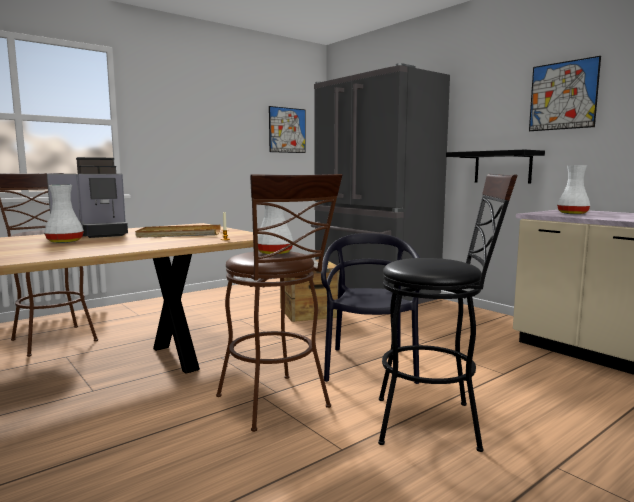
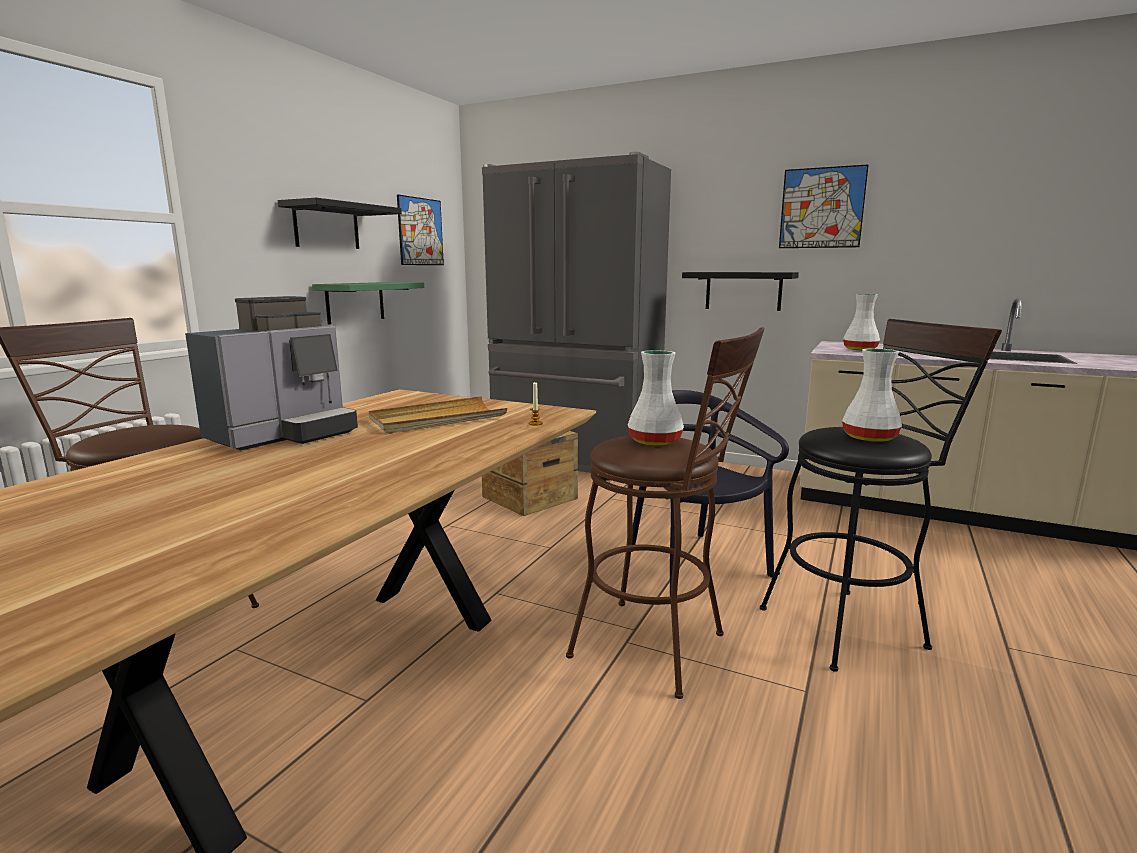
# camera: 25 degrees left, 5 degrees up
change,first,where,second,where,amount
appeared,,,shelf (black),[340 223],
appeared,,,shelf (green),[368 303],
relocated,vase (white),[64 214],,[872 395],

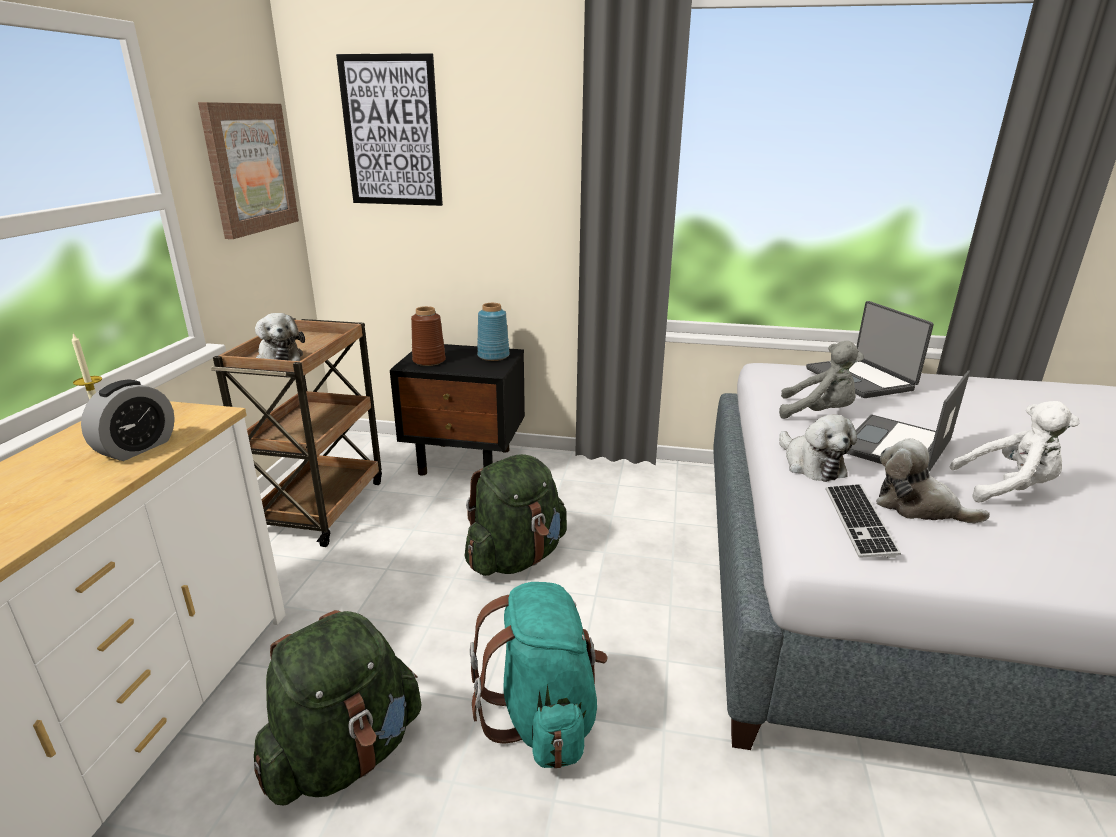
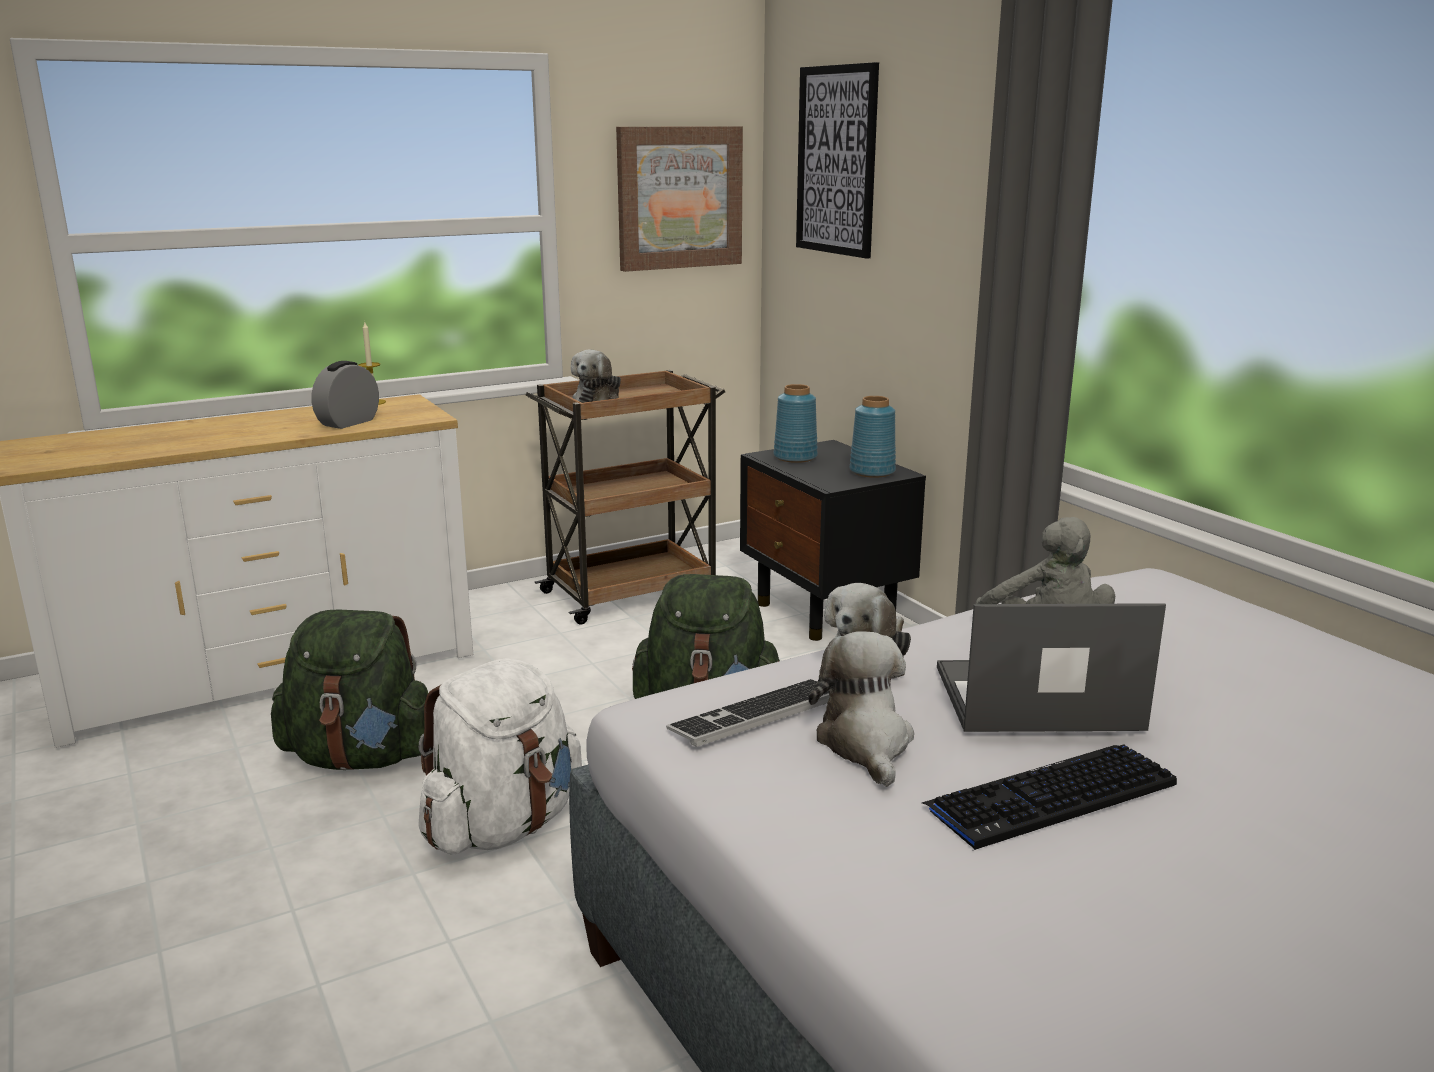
# camera: 50 degrees right, 5 degrees down
change,first,where,second,where,amount
spun,alarm clock,[128 420],,[345 395],135 degrees clockwise
colour,backpack (turquoise),[539 675],backpack (white),[500 756],
colour,vase (brown),[428 336],vase (blue),[796 423],
exchanged,plush toy (white),[1014 451],keyboard,[1049 797],
missing,laptop,[870 349],,,

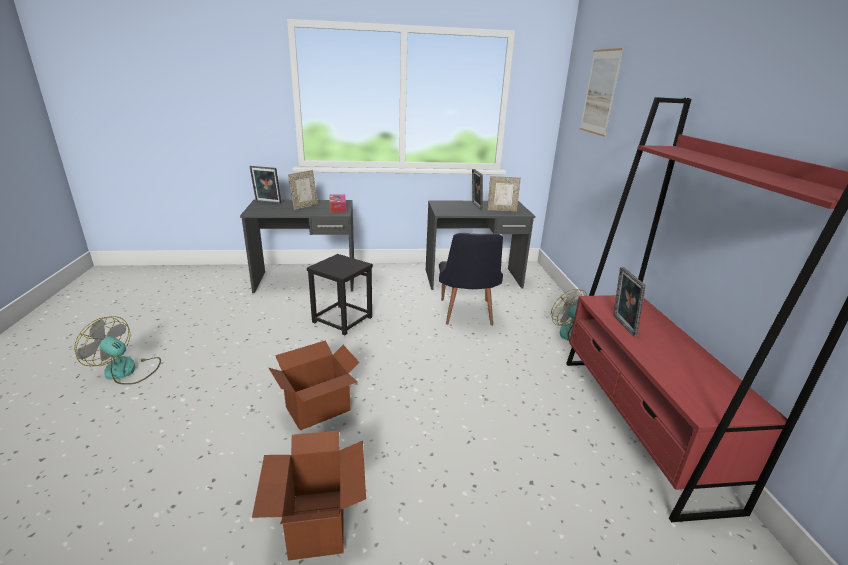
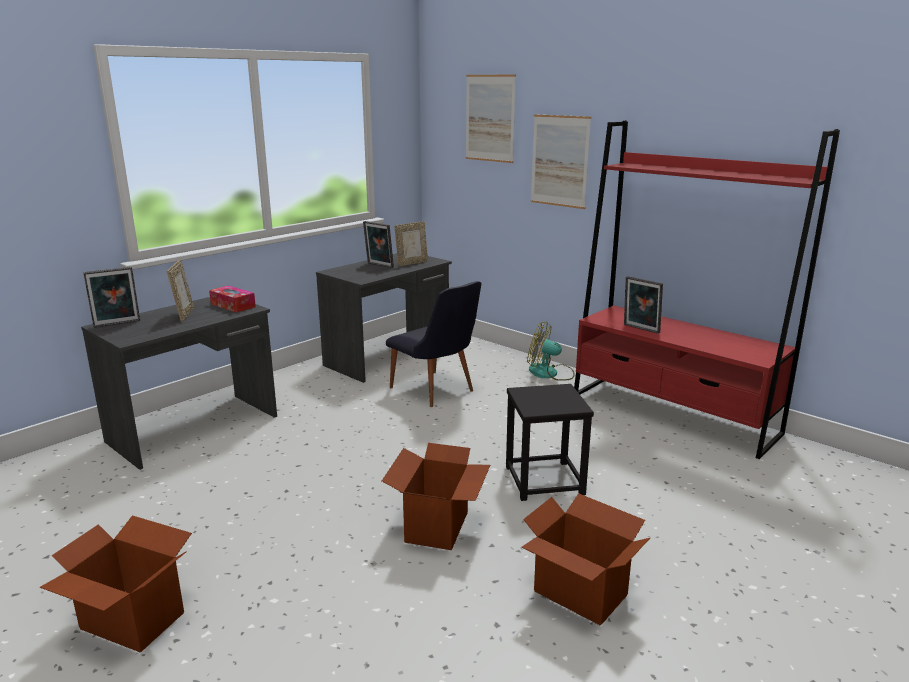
# camera: 40 degrees left, 5 degrees down
change,first,where,second,where,amount
exchanged,fan,[117 350],cardboard box,[116 584],
relocated,stool (black),[340 294],,[550 442],
appeared,,,picture,[561 161],

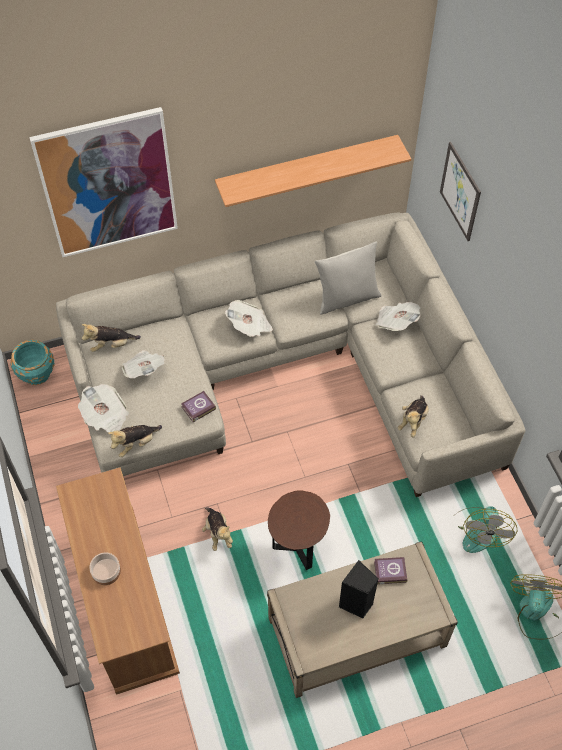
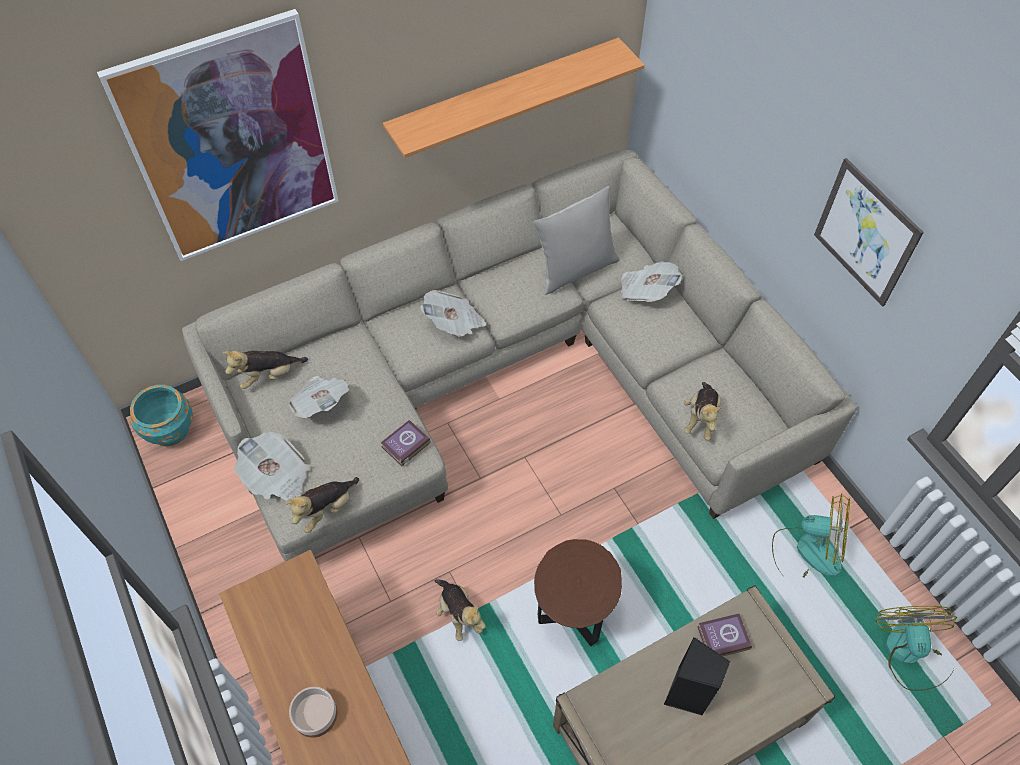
# camera: 10 degrees left, 0 degrees up
change,first,where,second,where,amount
spun,fan,[487 529],,[811 536],75 degrees counterclockwise
relocated,picture,[460 191],,[869 232],

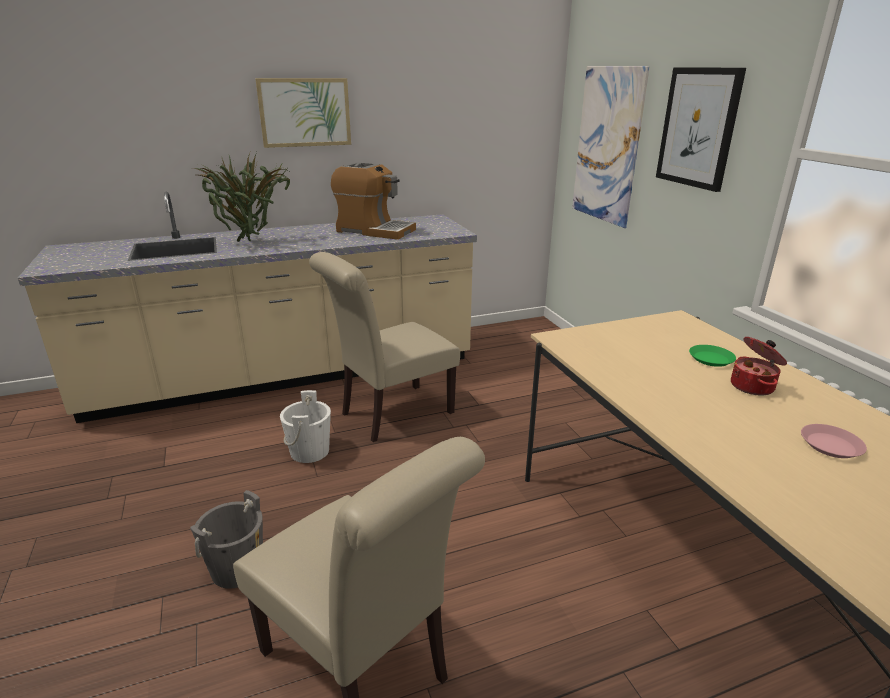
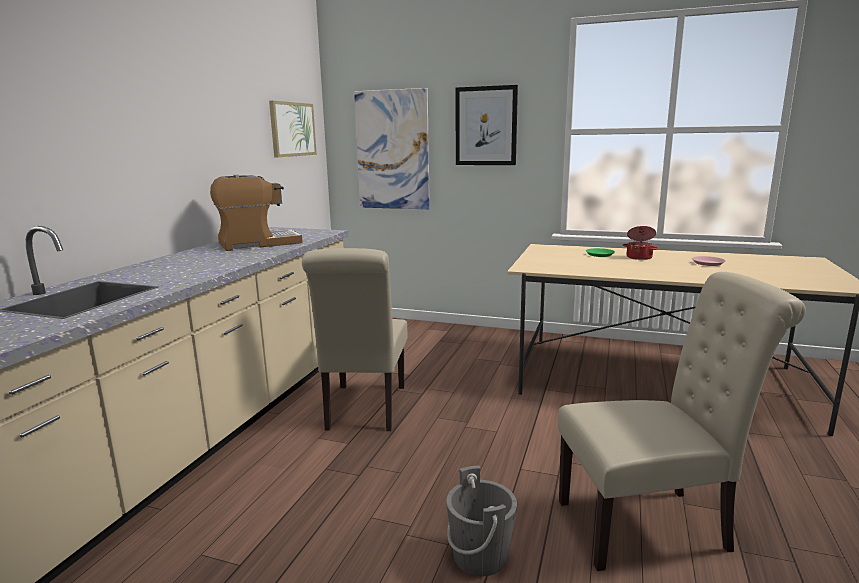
# camera: 50 degrees left, 10 degrees down
change,first,where,second,where,amount
relocated,picture,[303 113],,[293 129],
missing,potted plant,[241 196],,,
missing,bucket (white),[305 426],,,

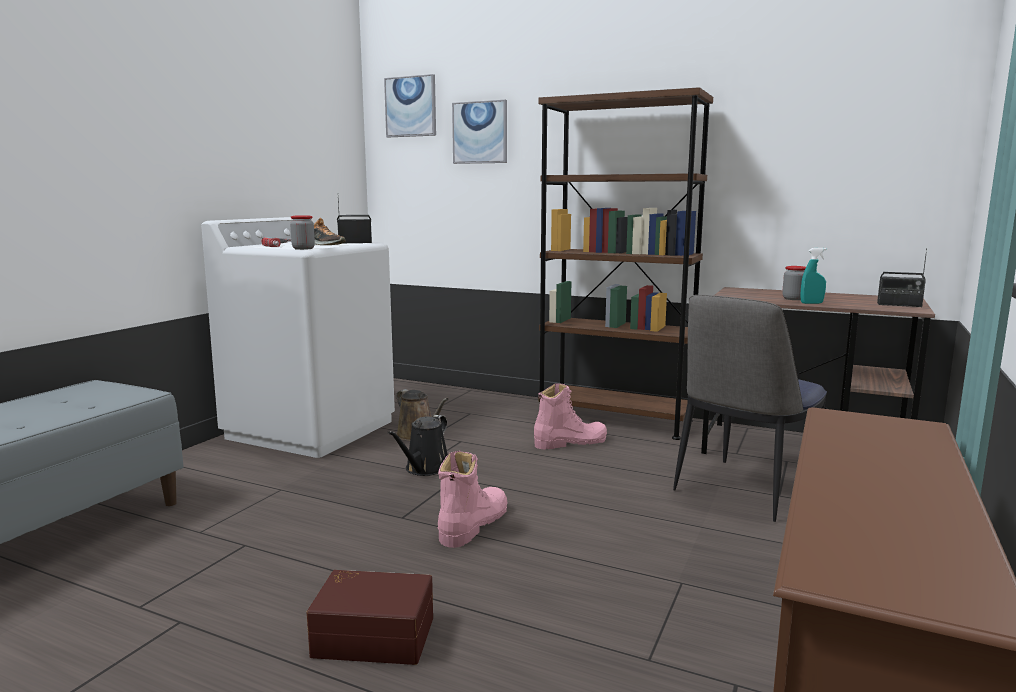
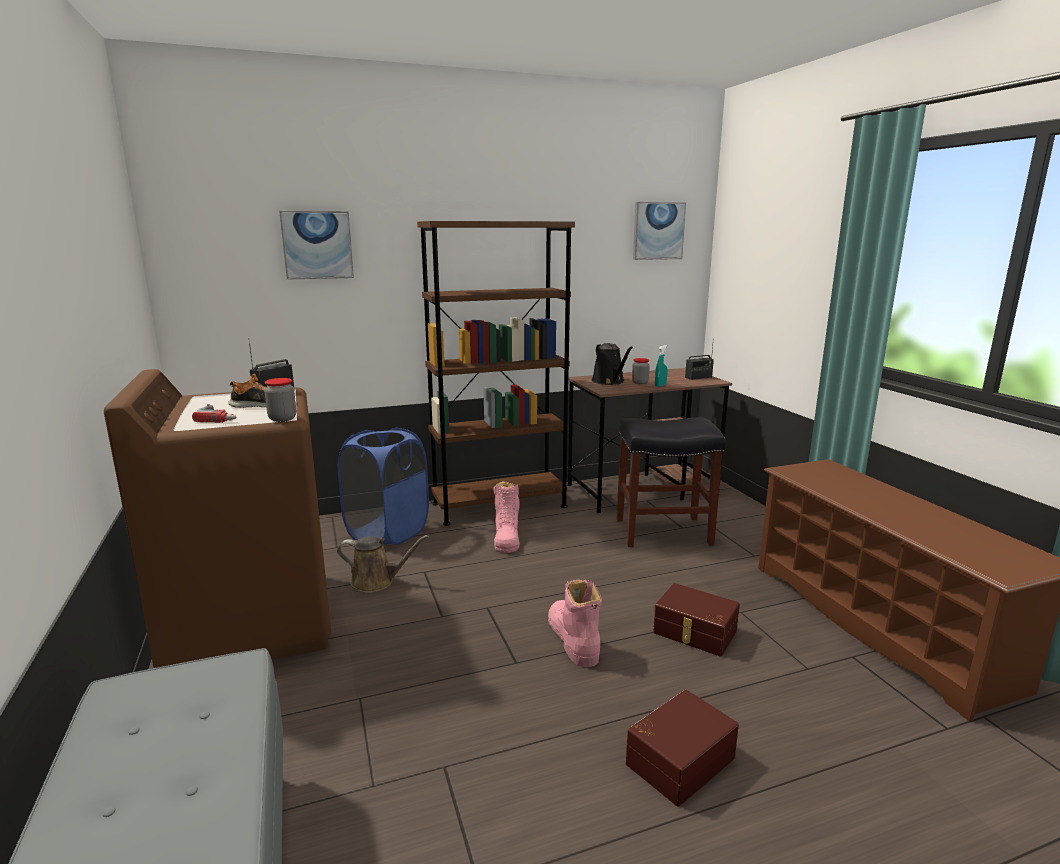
# camera: 45 degrees left, 5 degrees up
change,first,where,second,where,amount
colour,washing machine (white),[298 337],washing machine (brown),[218 518],
appeared,,,laundry basket (blue),[383 486],
spun,boot (pink),[570 416],,[506 517],150 degrees clockwise
relocated,watering can (black),[417 445],,[612 364],
exchanged,chair,[750 408],stool (black),[671 482],
relocated,picture,[410 105],,[659 231],
appeared,,,storage box (brown),[696 620],

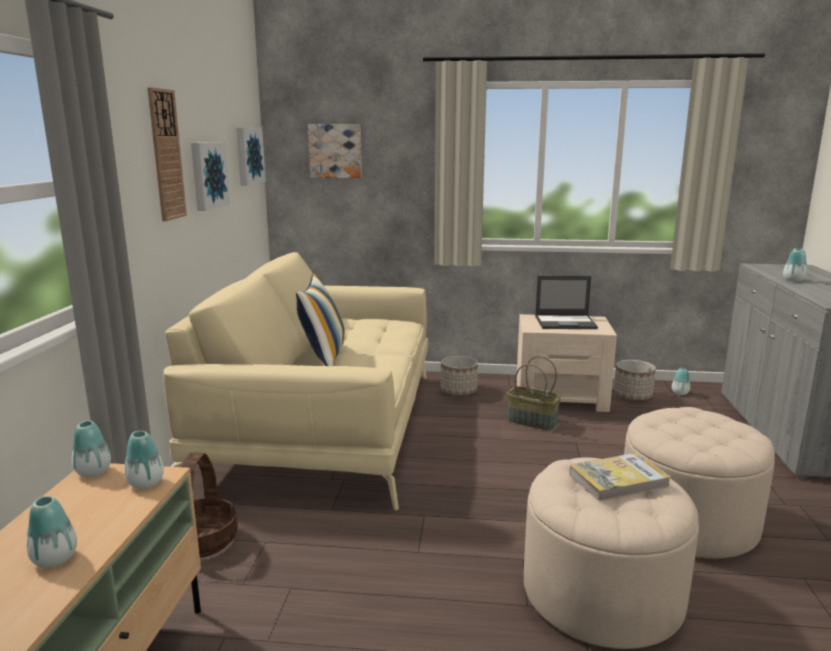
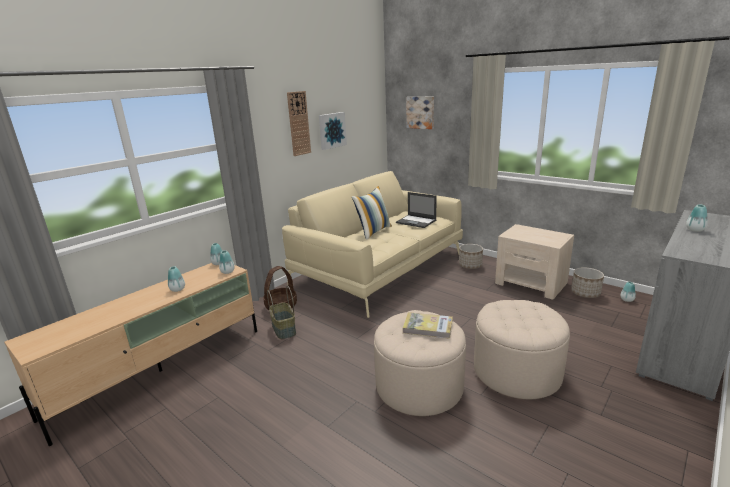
# camera: 35 degrees right, 5 degrees up
change,first,where,second,where,amount
relocated,basket,[534 393],,[281 312],
relocated,laptop,[566 302],,[416 210],
missing,picture,[251 156],,,

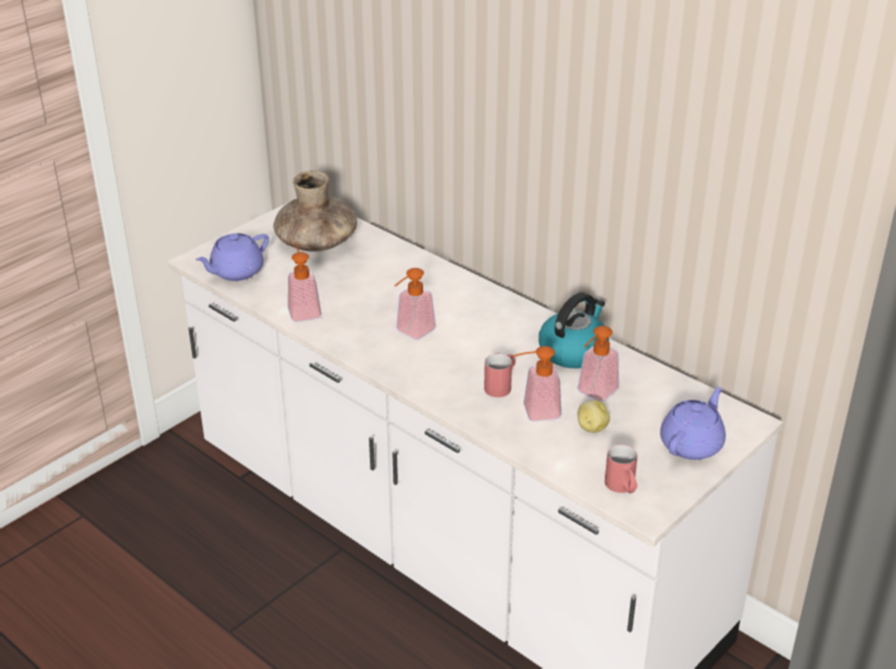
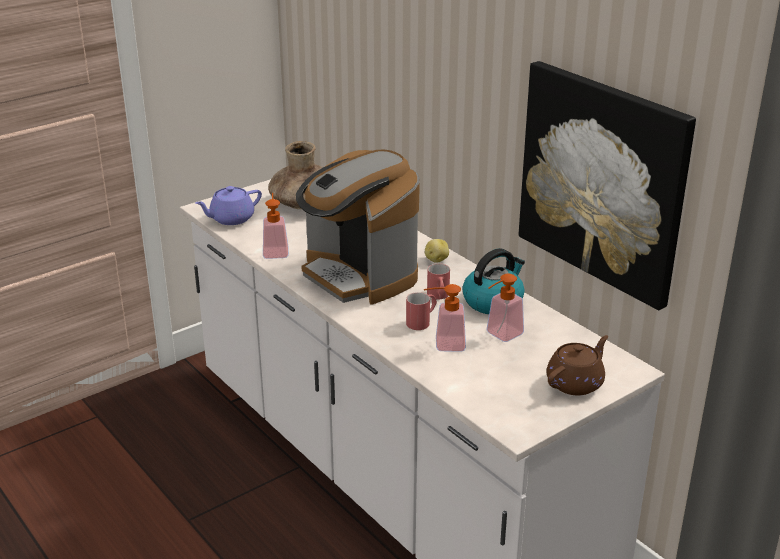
# camera: 10 degrees right, 5 degrees down
change,first,where,second,where,amount
exchanged,soap dispenser,[415 304],coffee machine,[358 227],
relocated,potato,[594 416],,[437 251],
relocated,mug (red),[621 469],,[438 281],
appeared,,,picture,[607 185],
colour,teapot (purple),[693 423],teapot (brown),[577 365],

